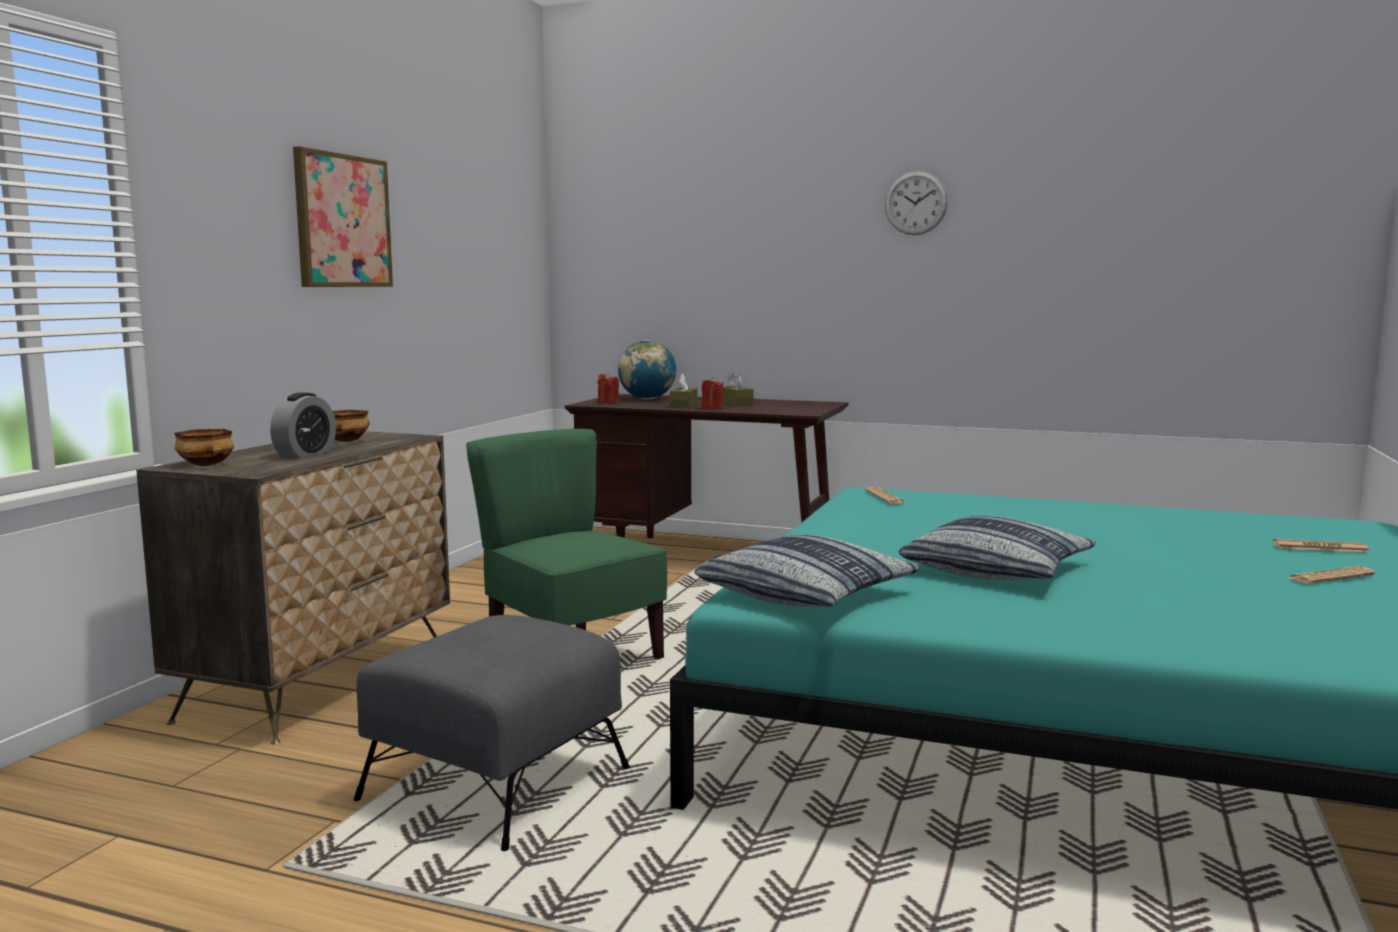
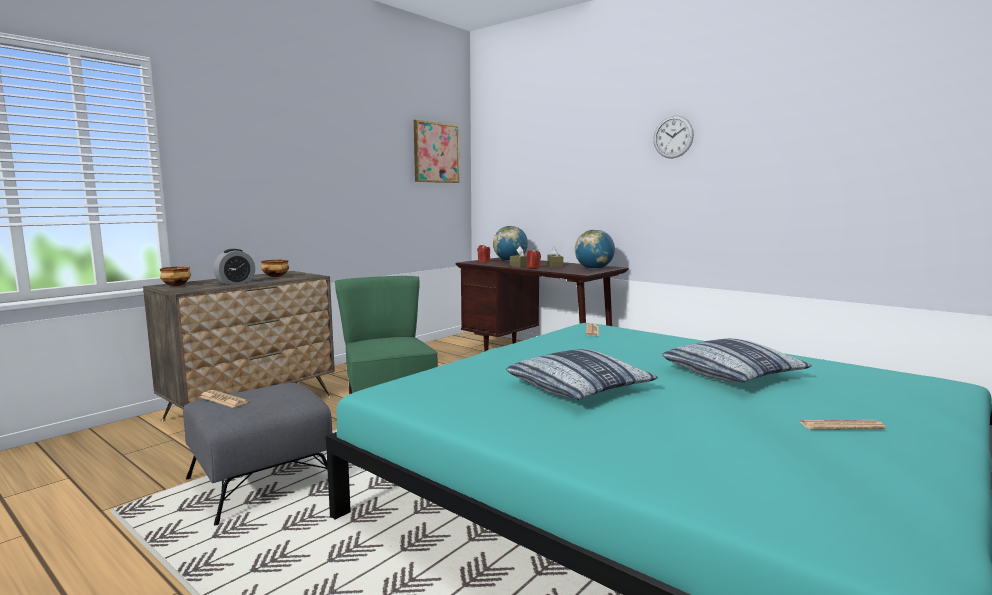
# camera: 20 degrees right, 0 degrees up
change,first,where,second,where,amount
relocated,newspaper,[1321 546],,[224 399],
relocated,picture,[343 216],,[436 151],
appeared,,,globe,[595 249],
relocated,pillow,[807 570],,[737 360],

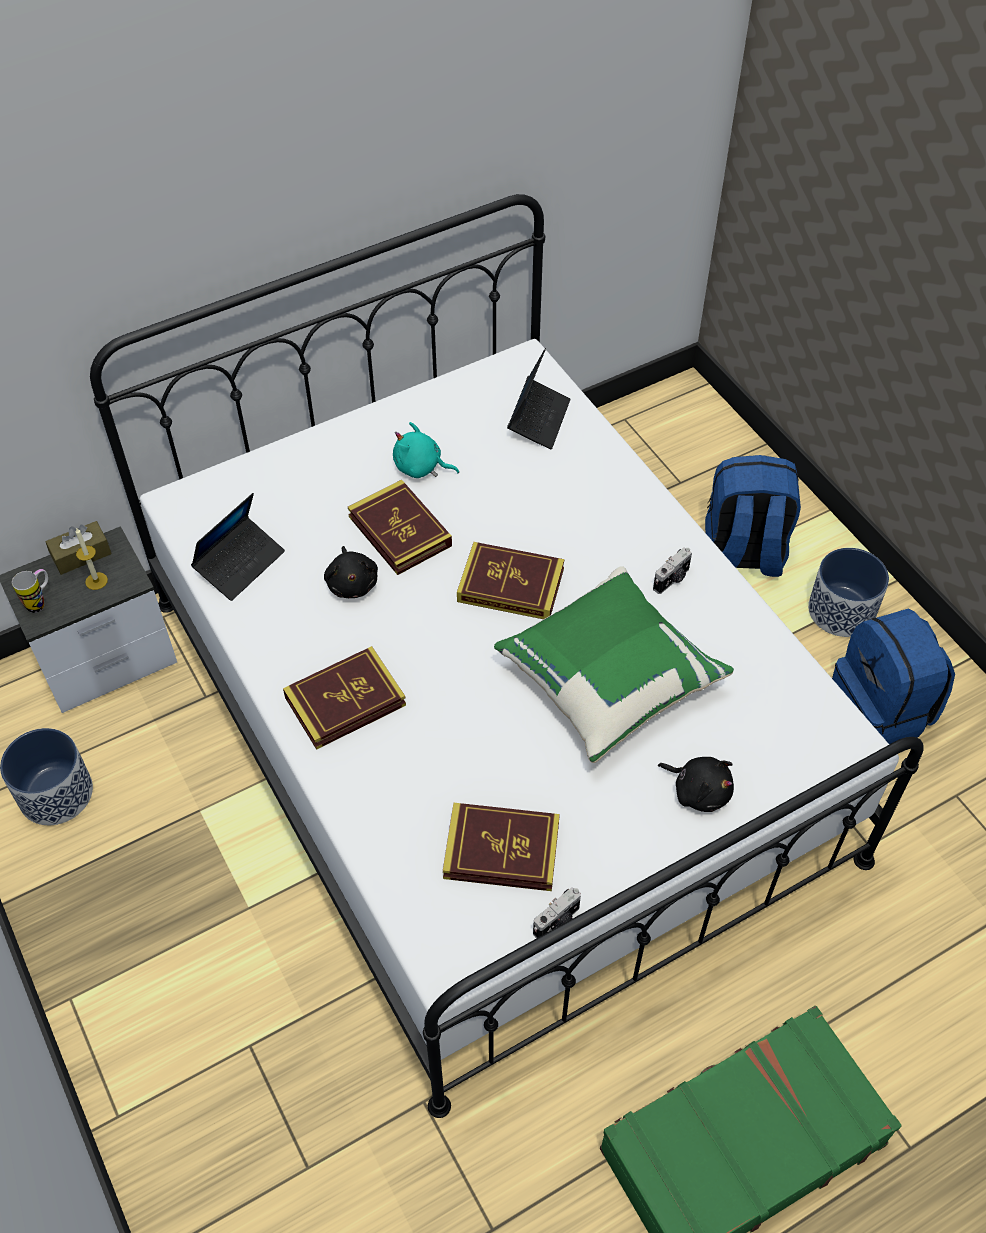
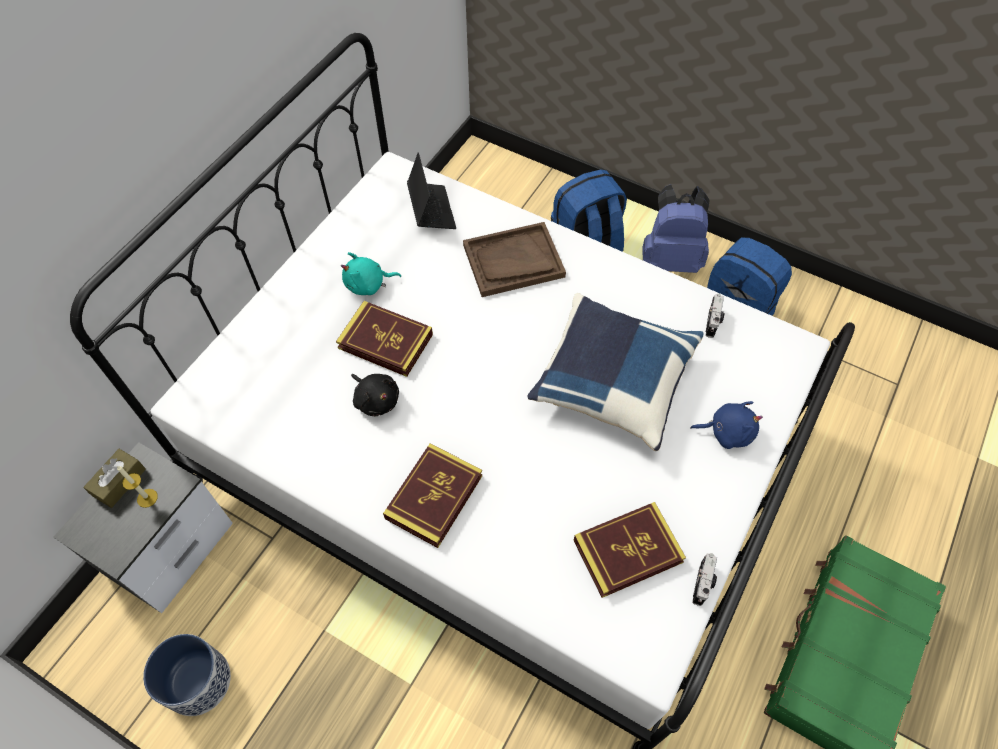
# camera: 30 degrees left, 5 degrees up
change,first,where,second,where,amount
appeared,,,tray (brown),[514 259],
colour,pillow (green),[614 664],pillow (blue),[615 372],
exchanged,planter,[848 592],backpack (blue),[675 228],
colour,plush toy (black),[696 784],plush toy (blue),[726 425],
relocated,photo camera,[672 570],,[715 315],
missing,mug,[30 591],,,
missing,laptop,[238 547],,,
missing,book,[510 580],,,

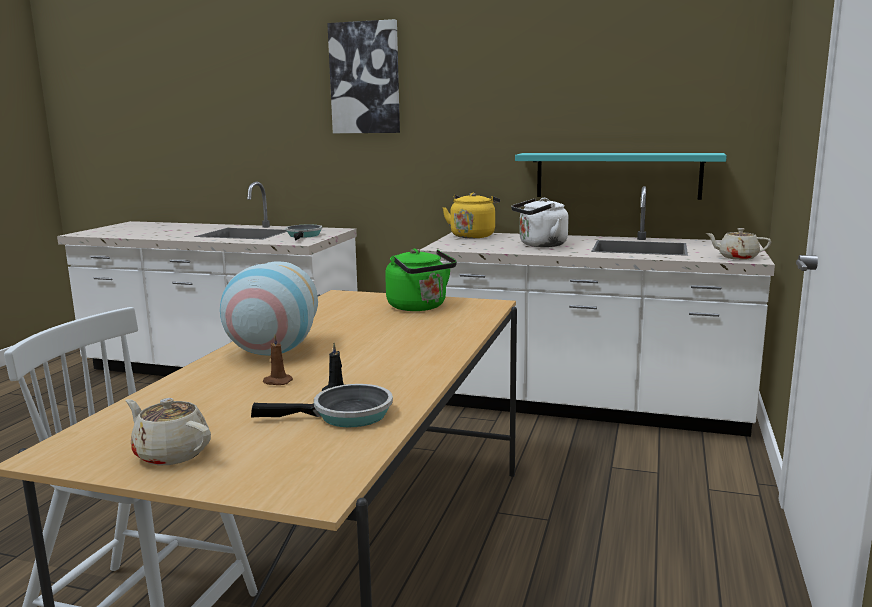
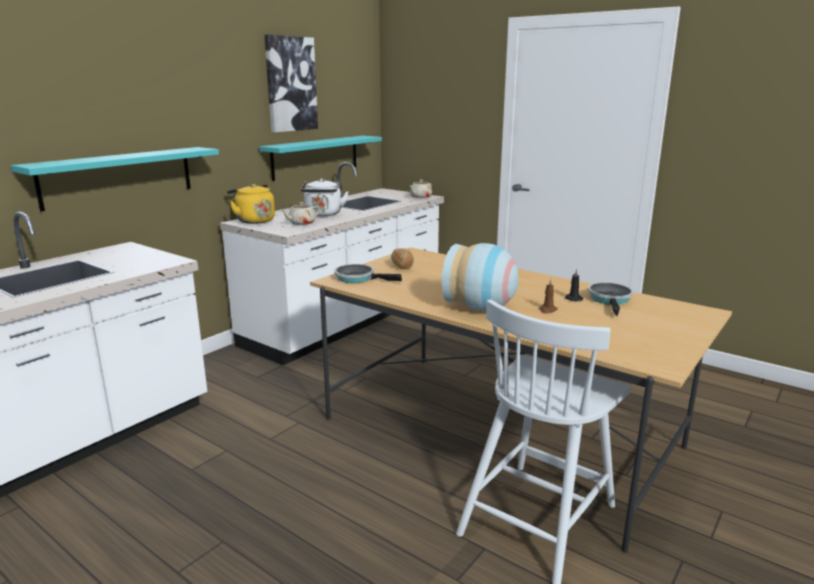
# camera: 70 degrees left, 5 degrees up
change,first,where,second,where,amount
appeared,,,shelf (turquoise),[115 179],
relocated,picture,[363 76],,[291 83],
relocated,teapot (beige),[168 432],,[300 213],
relocated,frying pan,[304 232],,[368 273],
exchanged,kettle (green),[421 280],bread,[402 258],

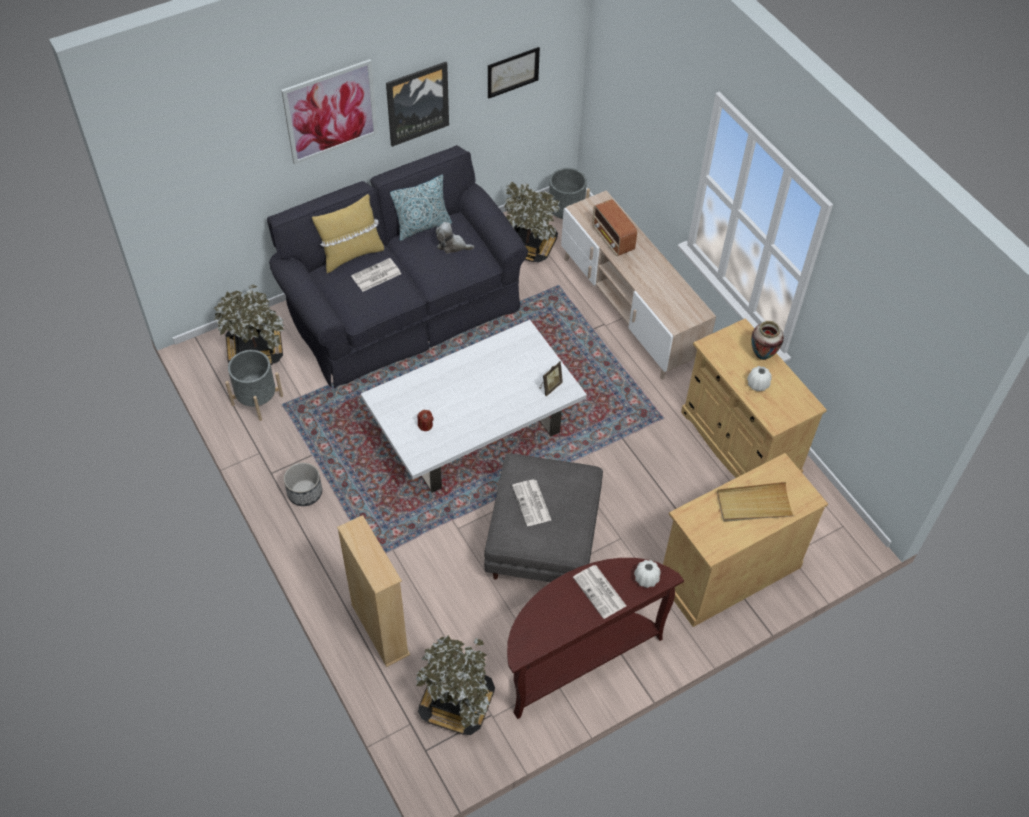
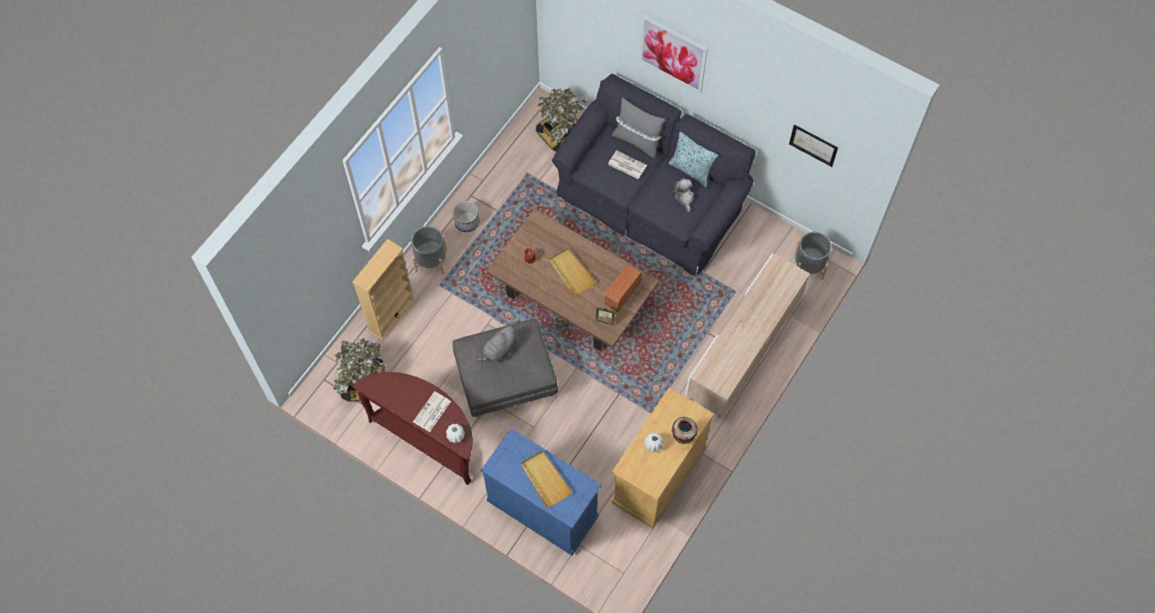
# camera: 65 degrees right, 10 degrees up
change,first,where,second,where,amount
relocated,planter (grey),[254 385],,[429 250],
exchanged,newspaper,[531 503],plush toy (grey),[497 343],
colour,cabinet (beige),[745 540],cabinet (blue),[541 491],
colour,coffee table (white),[474 406],coffee table (brown),[573 280],
appeared,,,tray (beige),[572 272],
relocated,radio,[614 227],,[623 288],
colour,pillow (yellow),[348 233],pillow (grey),[638 128],
missing,picture,[417 104],,,
missing,potted plant,[532 221],,,

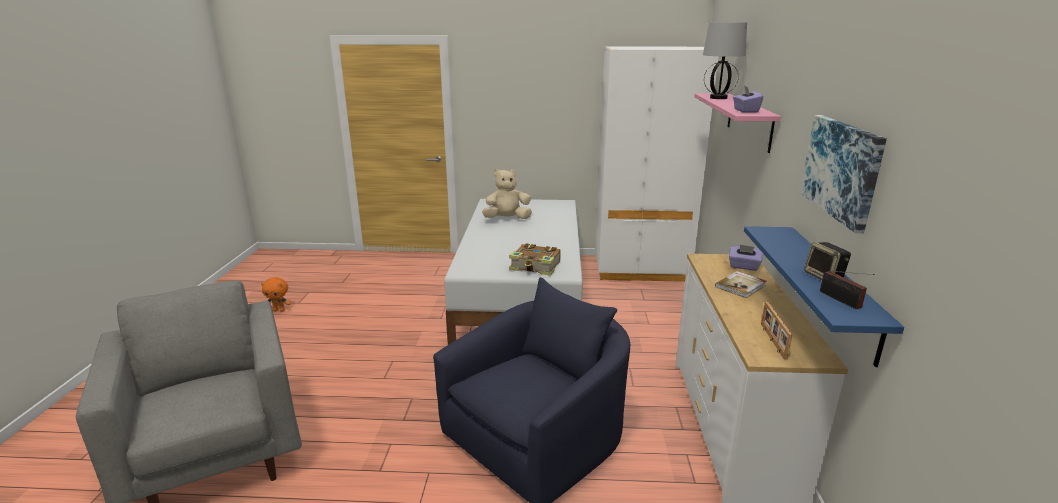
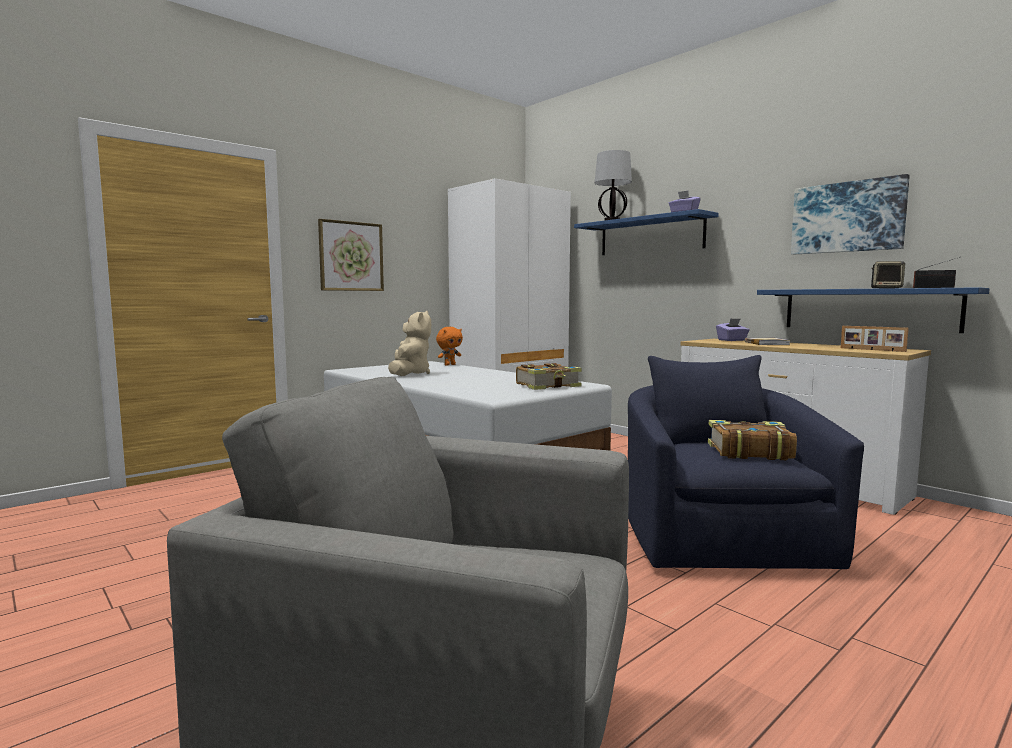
# camera: 45 degrees left, 15 degrees down
change,first,where,second,where,amount
appeared,,,picture,[351 255],
spun,plush toy (beige),[507 194],,[409 343],150 degrees clockwise
relocated,plush toy (orange),[276 294],,[449 346],
colour,shelf (pink),[738 123],shelf (blue),[646 232],
appeared,,,book,[752 440],

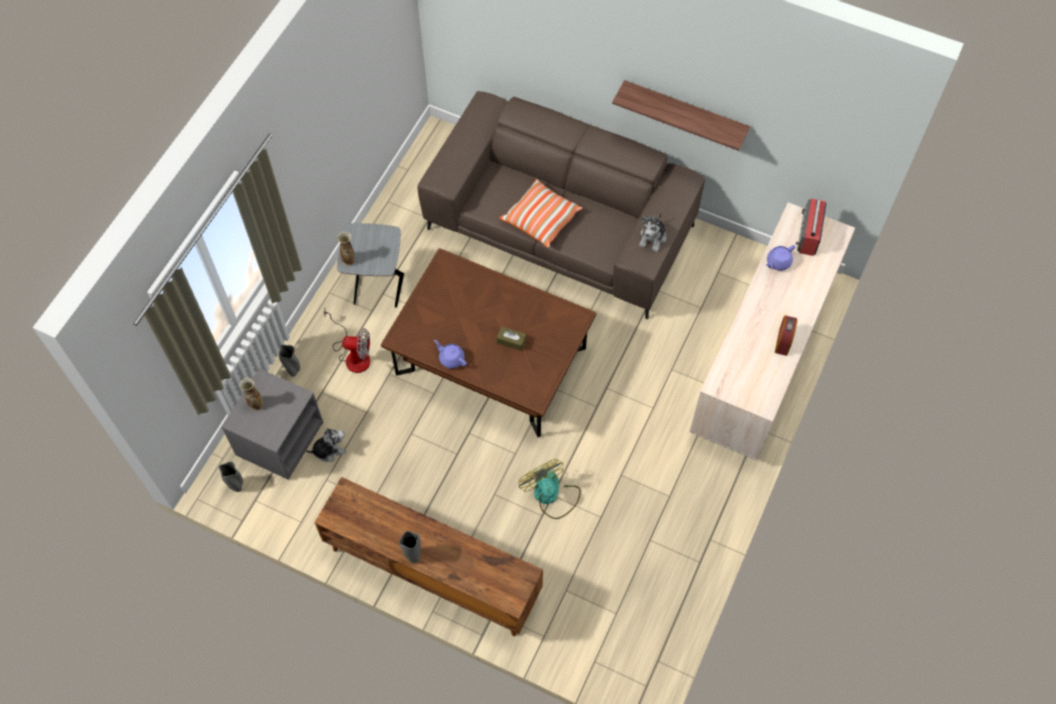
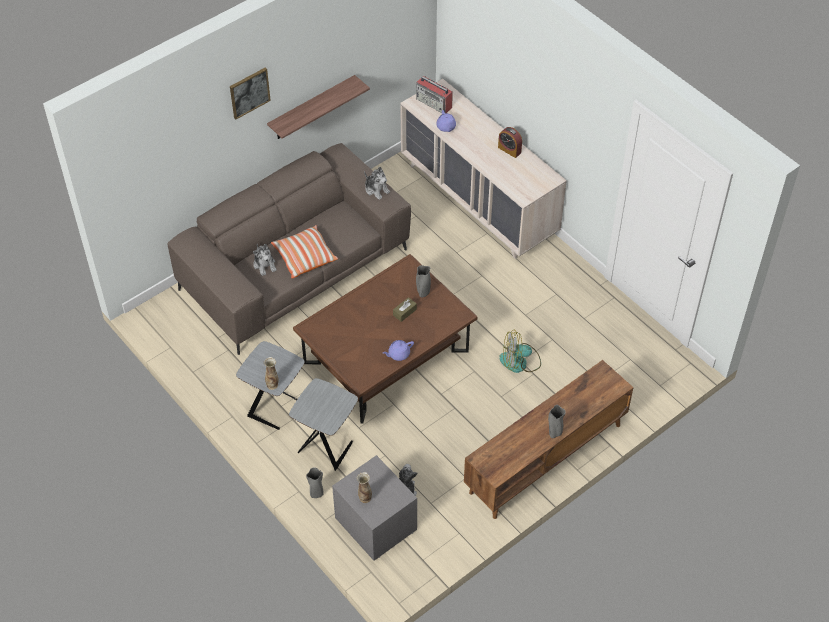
# camera: 65 degrees left, 10 degrees down
change,first,where,second,where,amount
appeared,,,picture,[250 93],
appeared,,,plush toy,[265 260],
exchanged,fan,[347 340],side table (grey),[323 424],
relocated,vase (grey),[231 477],,[423 281],

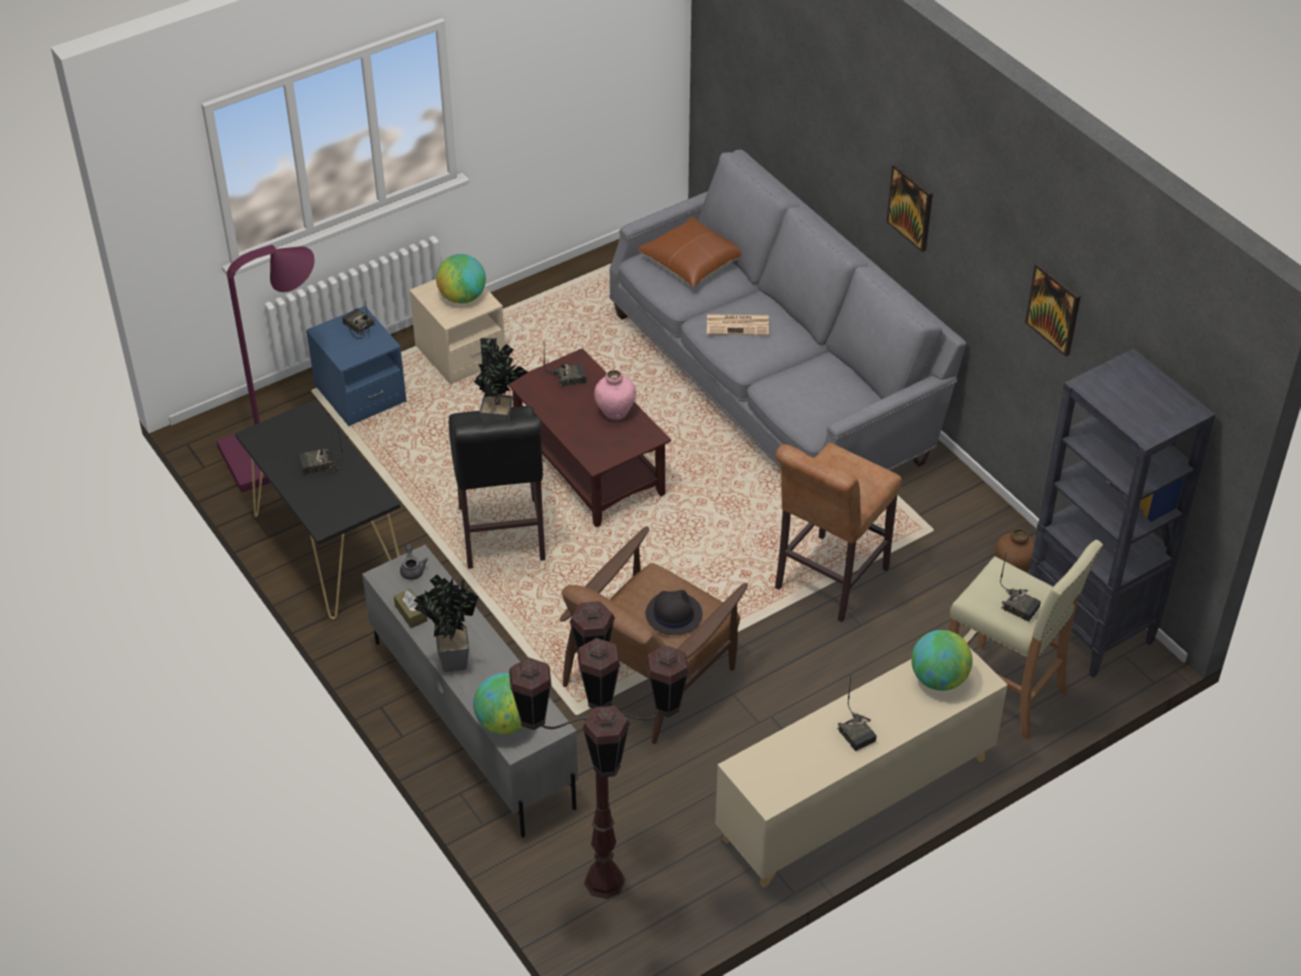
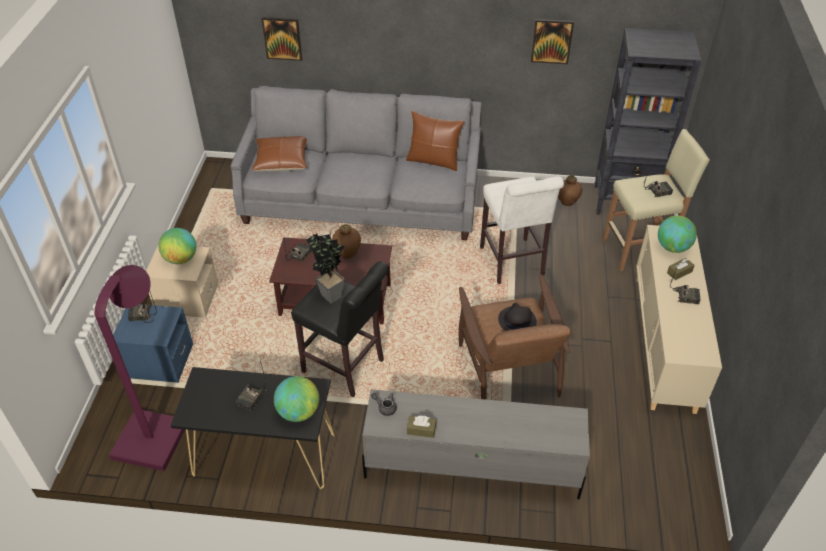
# camera: 50 degrees left, 0 degrees up
change,first,where,second,where,amount
relocated,picture,[909 207],,[281 39],
relocated,globe,[498 704],,[296 399],
colour,vase (pink),[615 395],vase (brown),[346 241],
appeared,,,pillow (brown),[435 141],
colour,stool (brown),[838 532],stool (white),[522 230],
appeared,,,tissue box (brown),[681 269],
missing,potted plant,[446 623],,,
missing,floor lamp (brown),[599 750],,,
missing,newspaper,[738 325],,,

